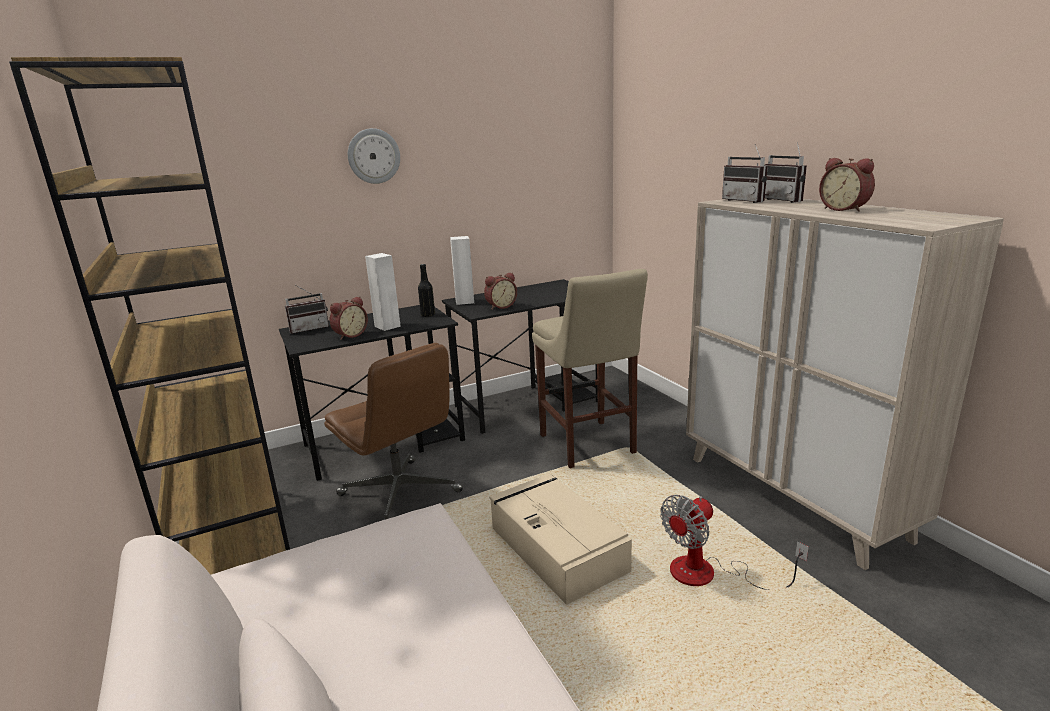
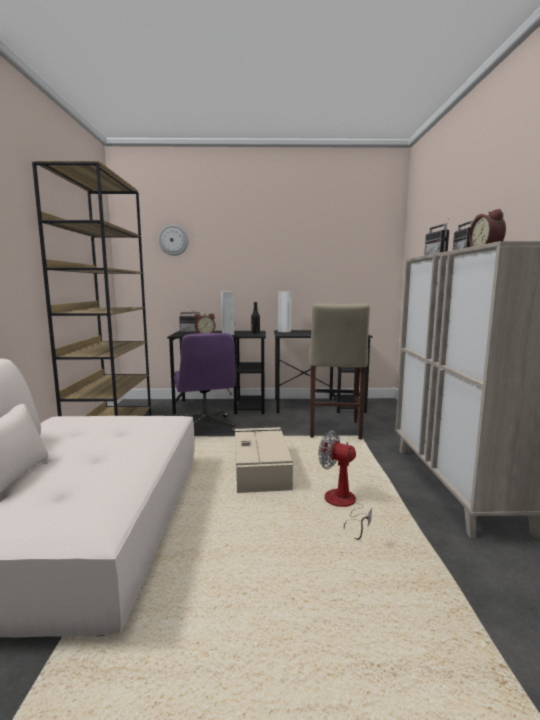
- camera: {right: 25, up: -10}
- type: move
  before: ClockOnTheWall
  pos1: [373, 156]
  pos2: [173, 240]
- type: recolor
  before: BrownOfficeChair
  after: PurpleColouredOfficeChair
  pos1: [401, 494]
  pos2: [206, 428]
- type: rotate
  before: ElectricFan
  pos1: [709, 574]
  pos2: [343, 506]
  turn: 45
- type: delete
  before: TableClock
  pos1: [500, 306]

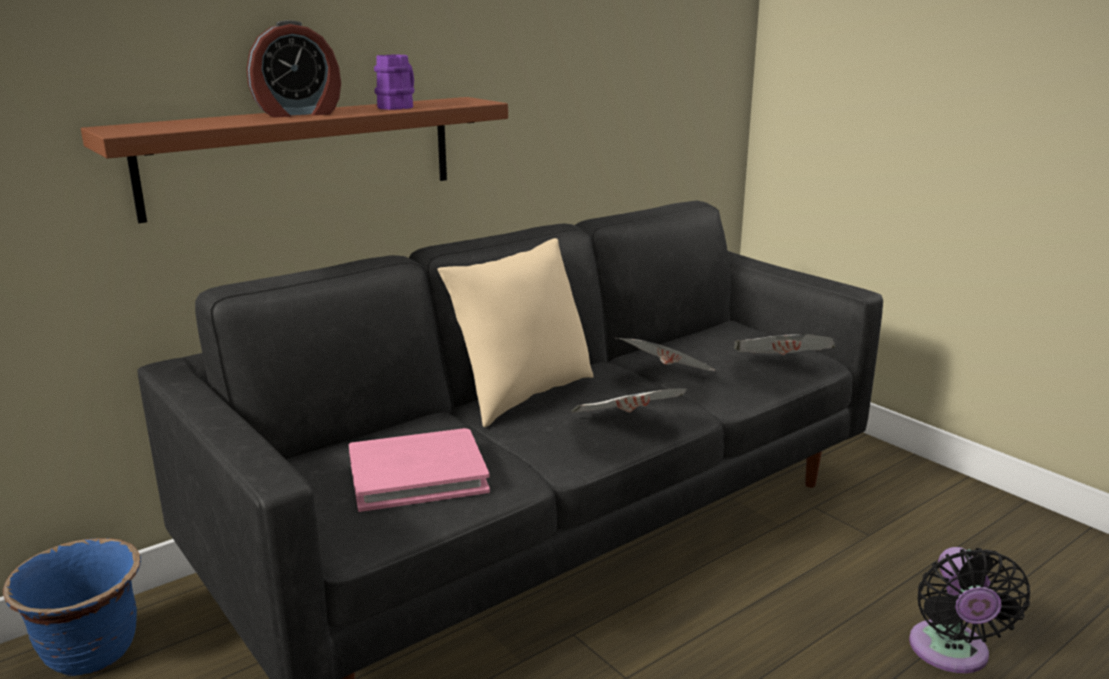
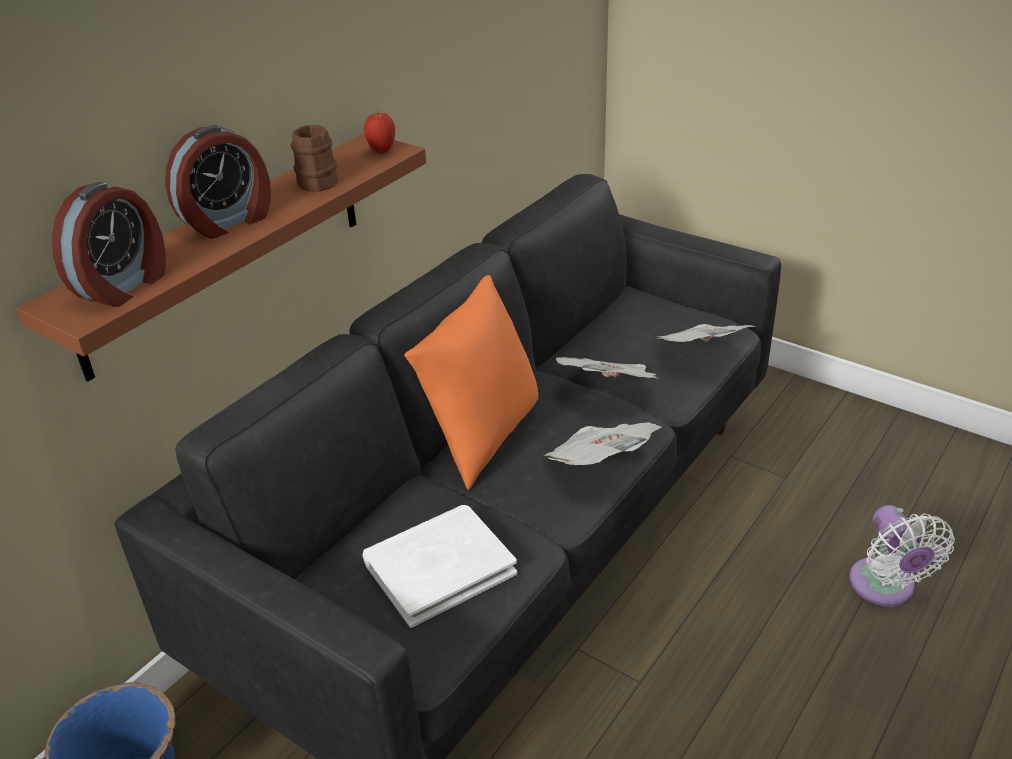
- camera: {right: -15, up: 15}
- type: insert
  after: TableClock
  pos2: [124, 285]
- type: recolor
  before: PurpleColouredCoffeeMug
  after: BrownCoffeeMug
  pos1: [399, 106]
  pos2: [320, 180]
- type: insert
  after: WholeApple
  pos2: [382, 151]
- type: recolor
  before: PinkishBook
  after: WhiteColouredBook
  pos1: [417, 475]
  pos2: [439, 568]
- type: recolor
  before: SandColouredCushion
  after: OrangeColouredCushion
  pos1: [522, 395]
  pos2: [482, 437]
- type: recolor
  before: BlackElectricFan
  after: WhiteColouredElectricFan
  pos1: [950, 653]
  pos2: [885, 588]

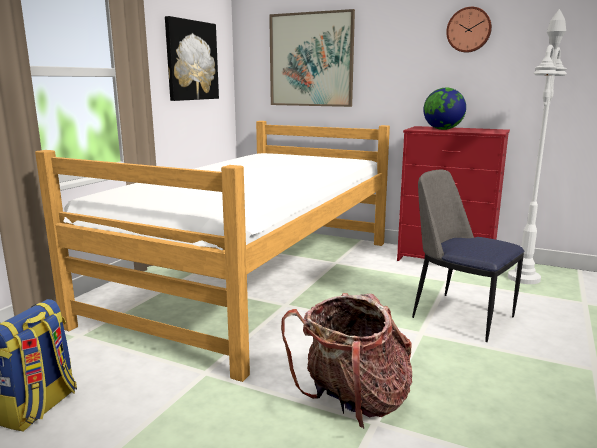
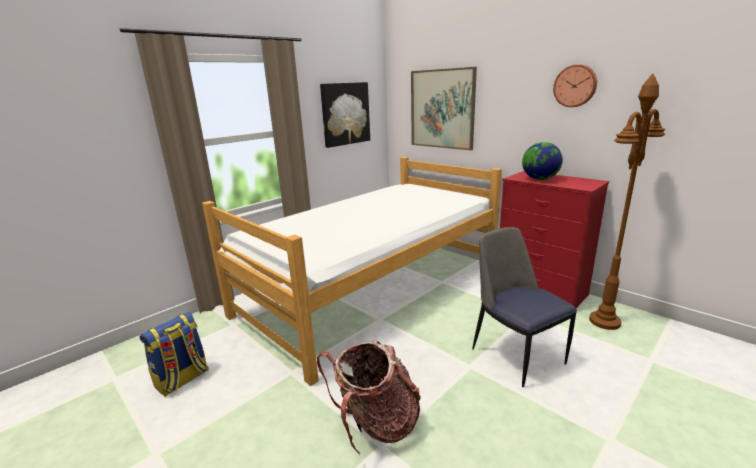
- camera: {right: 20, up: 5}
- type: recolor
  before: WhiteColouredStandardLamp
  after: BrownStandardLamp
  pos1: [524, 278]
  pos2: [604, 322]

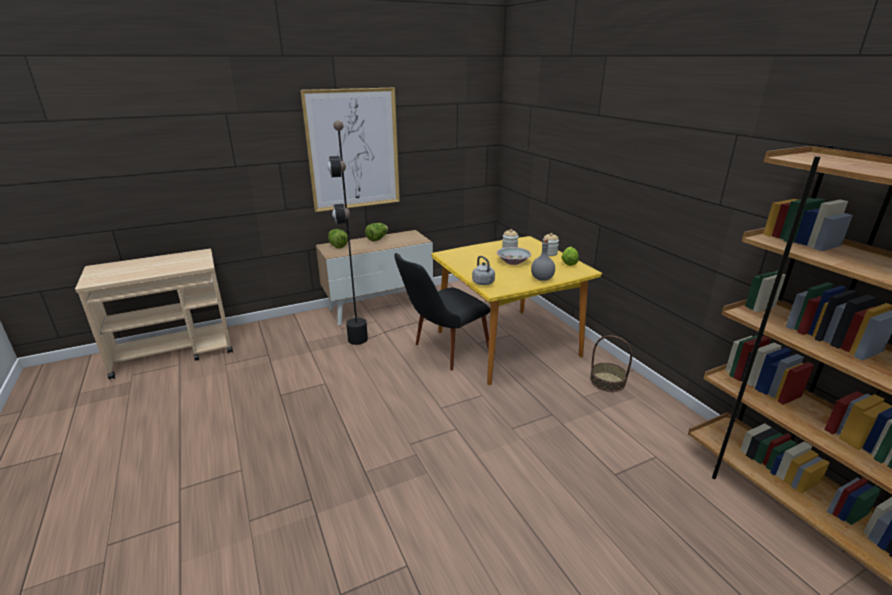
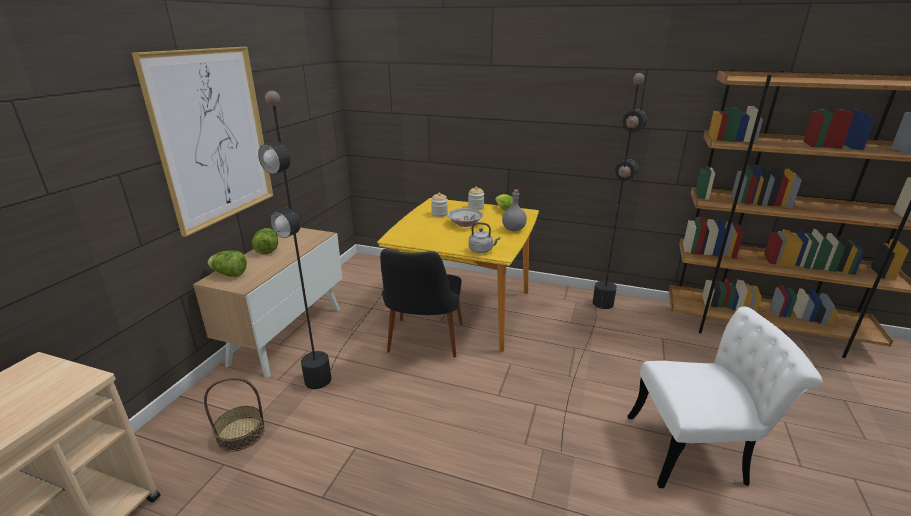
- camera: {right: -45, up: 0}
- type: move
  before: HouseholdBasket
  pos1: [607, 381]
  pos2: [241, 433]
- type: insert
  after: BlackStandardLamp
  pos2: [592, 333]
- type: insert
  after: WhiteColouredUprightChair
  pos2: [697, 450]

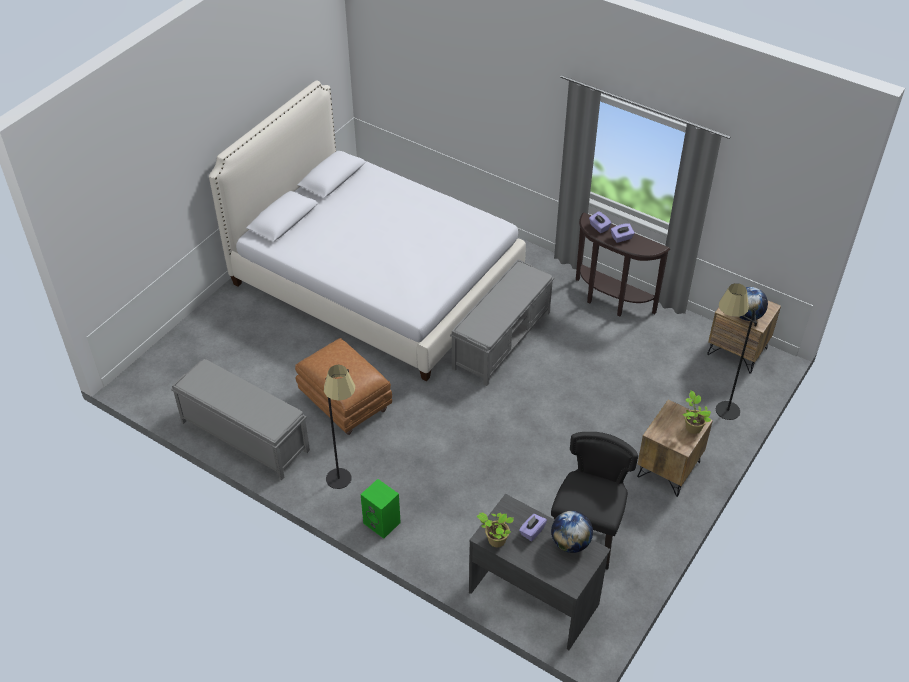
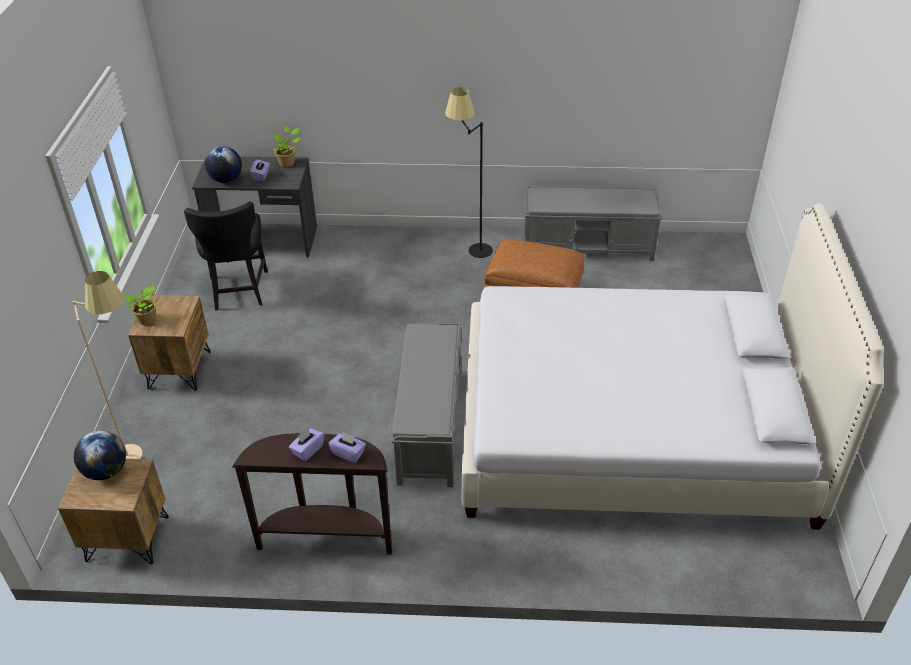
- camera: {right: 150, up: -5}
- type: recolor
  before: BlackStandardLamp
  after: SandColouredStandardLamp
  pos1: [717, 412]
  pos2: [139, 448]
- type: delete
  before: GreenLoudspeaker
  pos1: [383, 523]

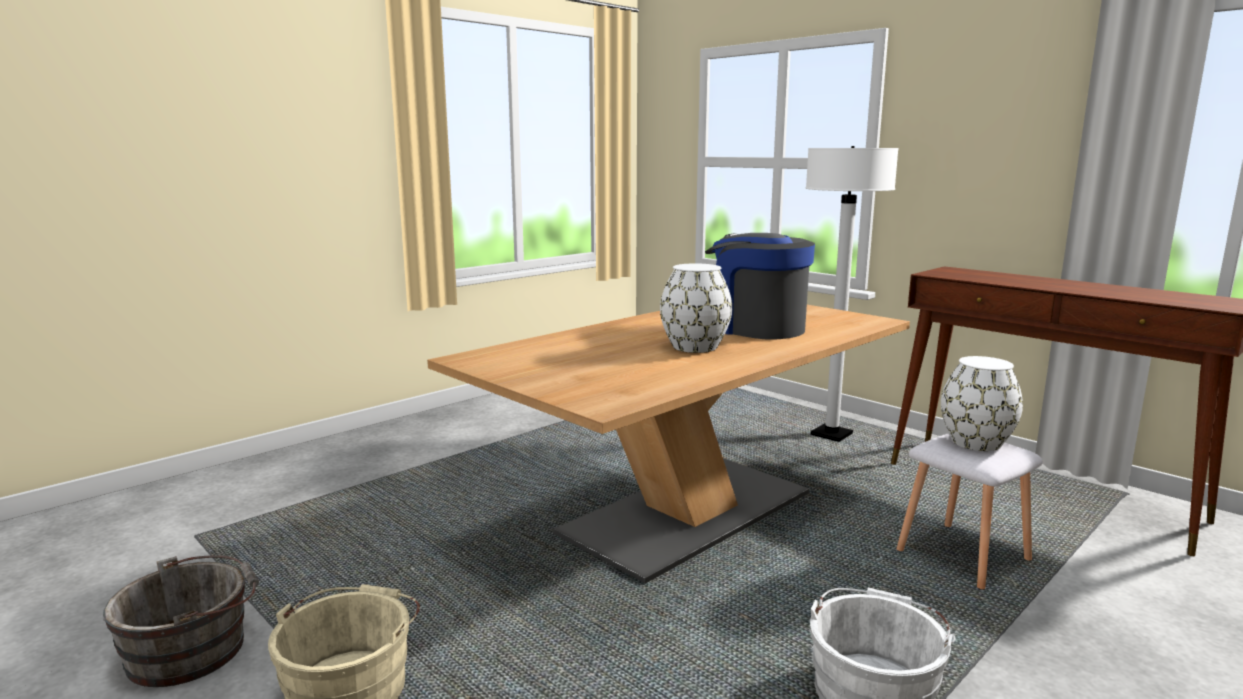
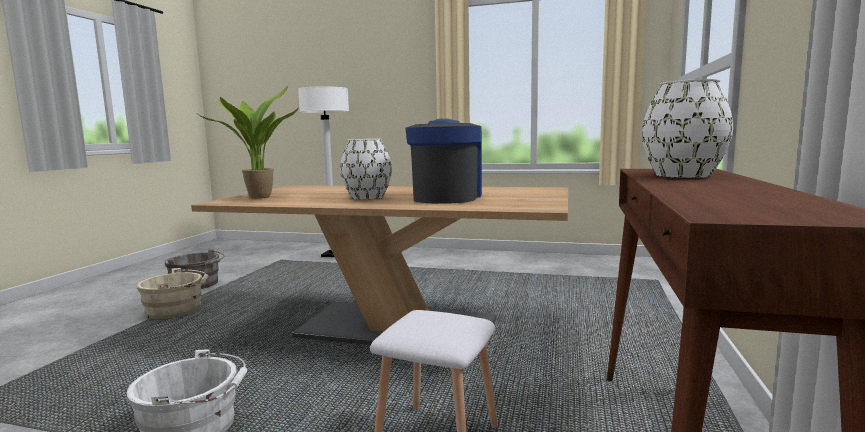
- camera: {right: 60, up: -5}
- type: insert
  after: PottedPlant
  pos2: [259, 197]
- type: move
  before: WhiteColouredStandardLamp
  pos1: [831, 434]
  pos2: [333, 255]
- type: move
  before: WhiteColouredVase
  pos1: [975, 442]
  pos2: [683, 175]

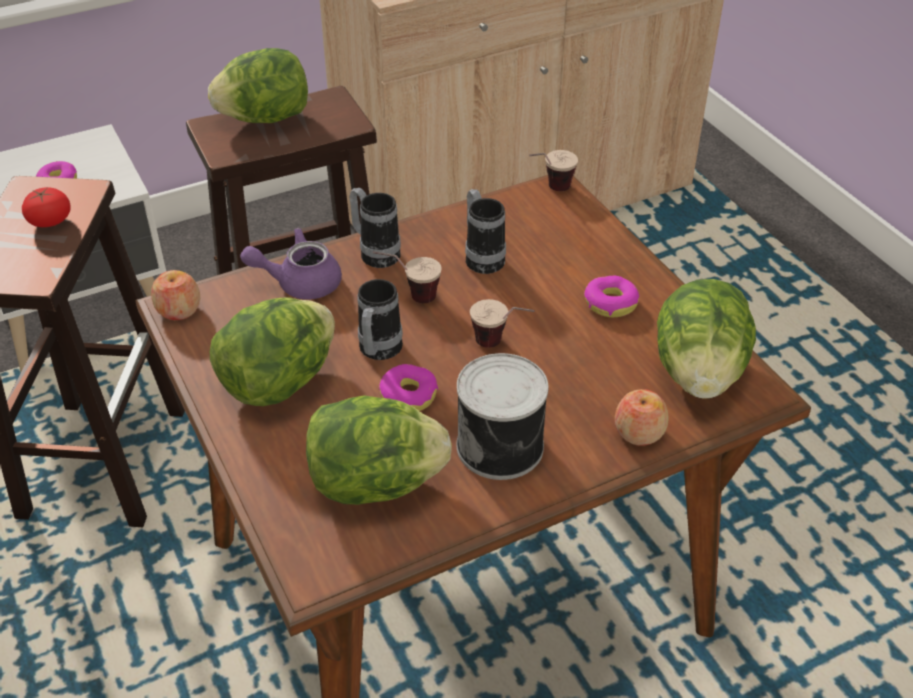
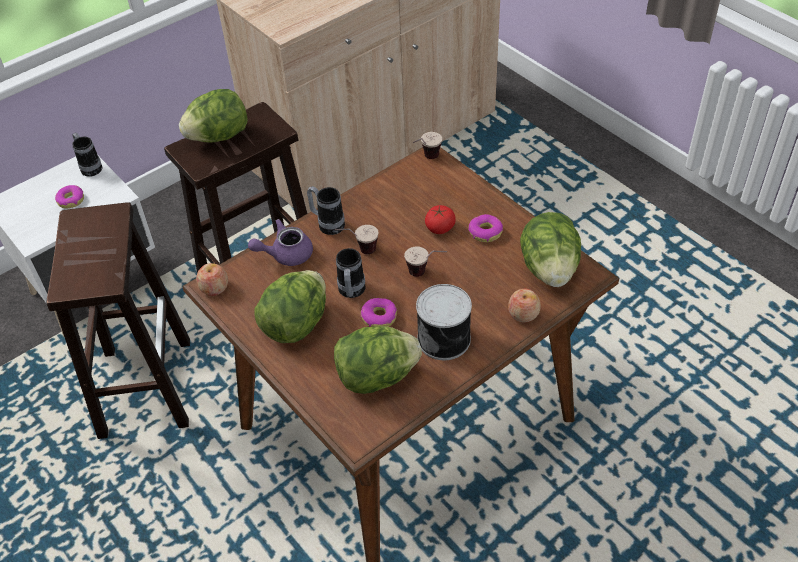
- camera: {right: -10, up: 5}
- type: move
  before: CoffeeMug
  pos1: [482, 257]
  pos2: [90, 167]
- type: move
  before: Tomato
  pos1: [50, 221]
  pos2: [440, 227]

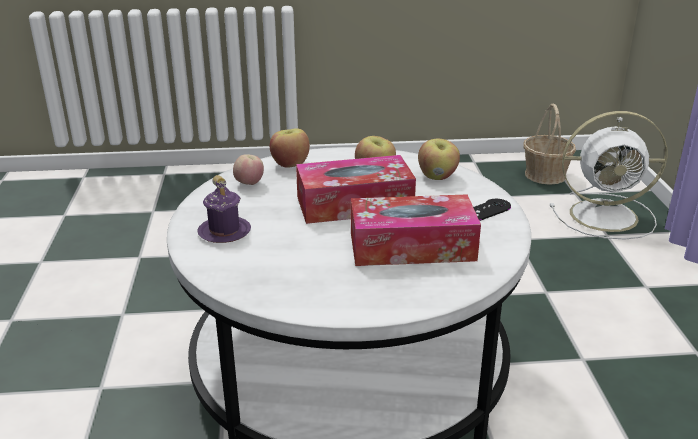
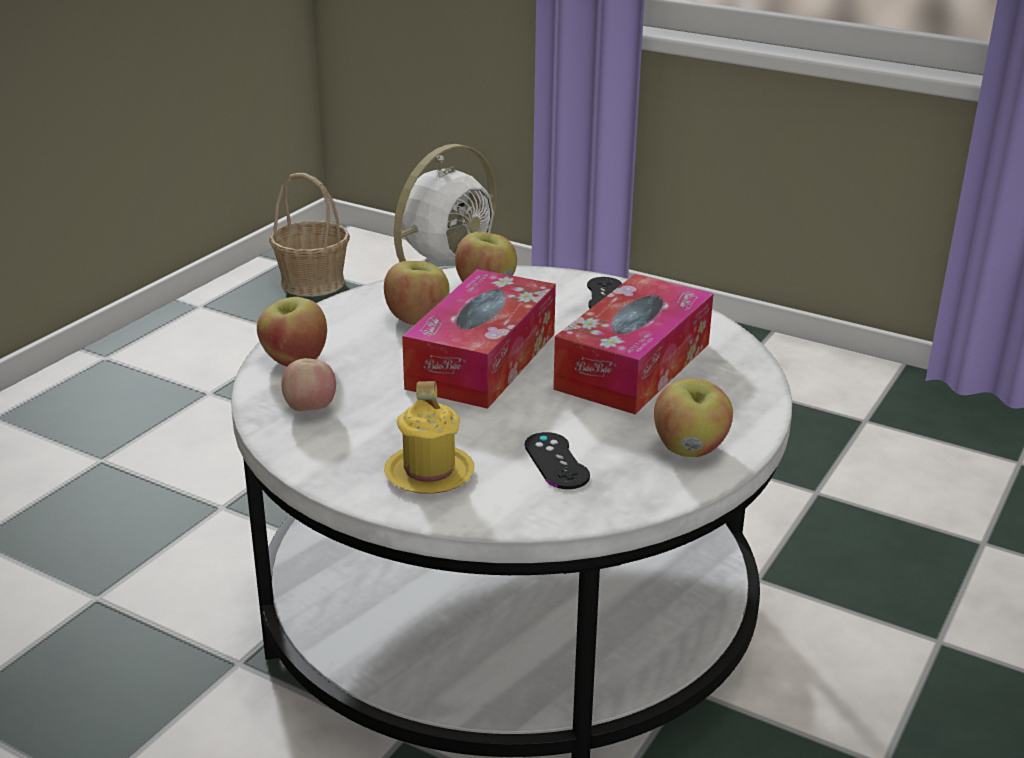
- camera: {right: -55, up: 0}
- type: recolor
  before: PurpleColouredCoffeeMug
  after: YellowishCoffeeMug
  pos1: [224, 232]
  pos2: [429, 473]
- type: insert
  after: BlackGamepad
  pos2: [556, 461]
- type: insert
  after: WholeApple
  pos2: [690, 449]

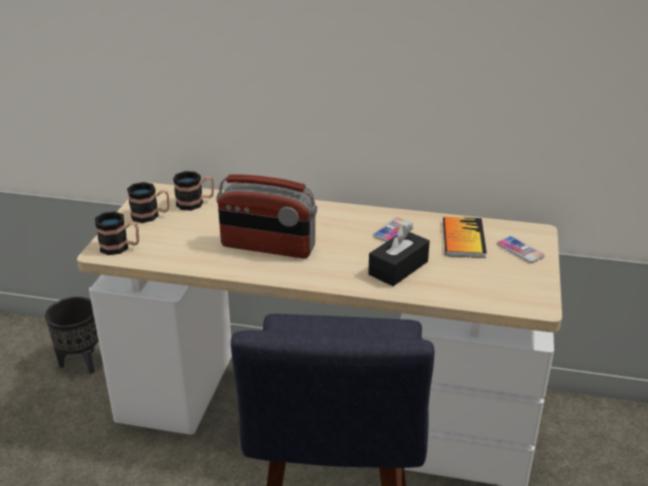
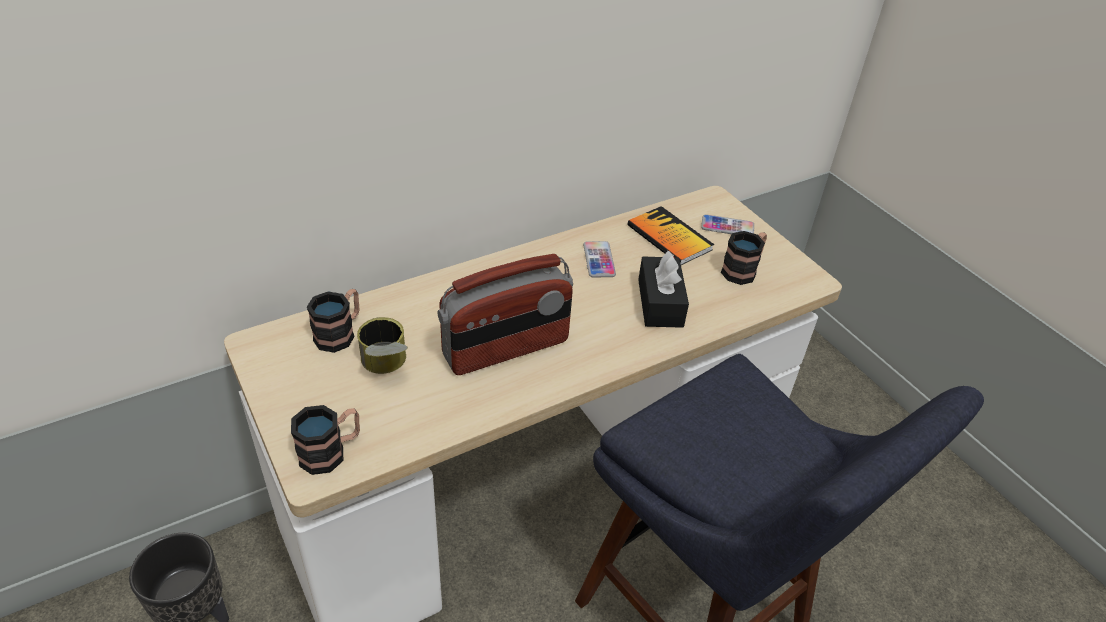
- camera: {right: -45, up: 10}
- type: insert
  after: Can
  pos2: [385, 367]
- type: move
  before: CoffeeMug
  pos1: [151, 215]
  pos2: [743, 270]

